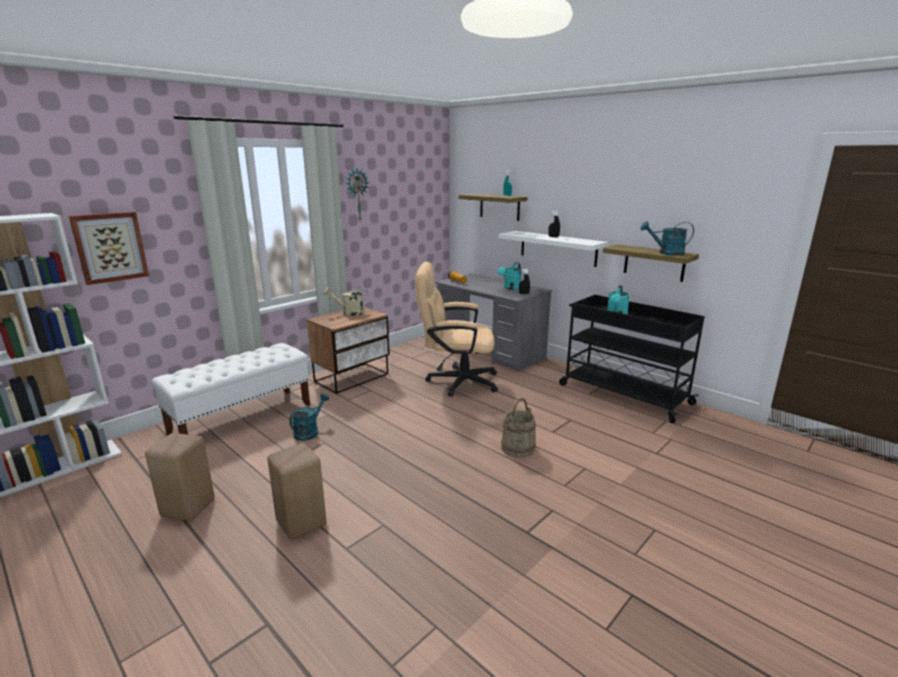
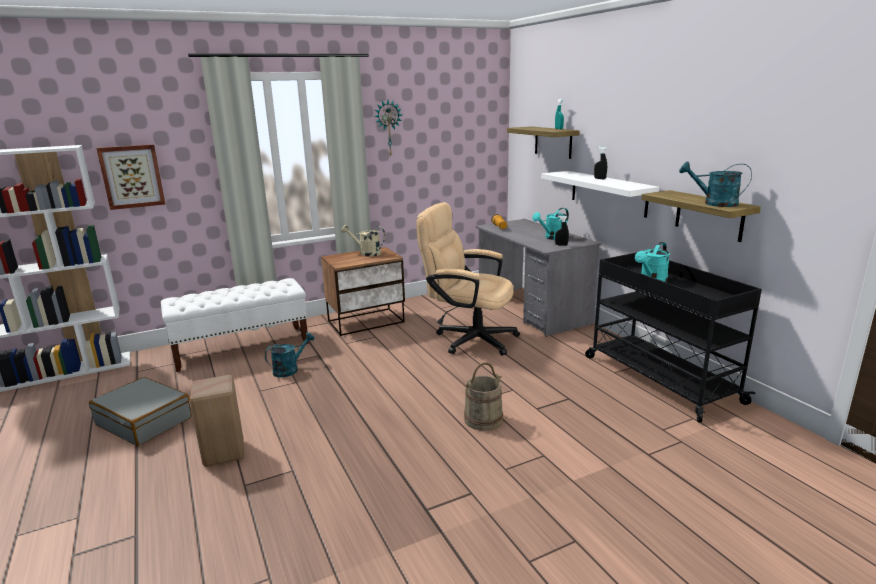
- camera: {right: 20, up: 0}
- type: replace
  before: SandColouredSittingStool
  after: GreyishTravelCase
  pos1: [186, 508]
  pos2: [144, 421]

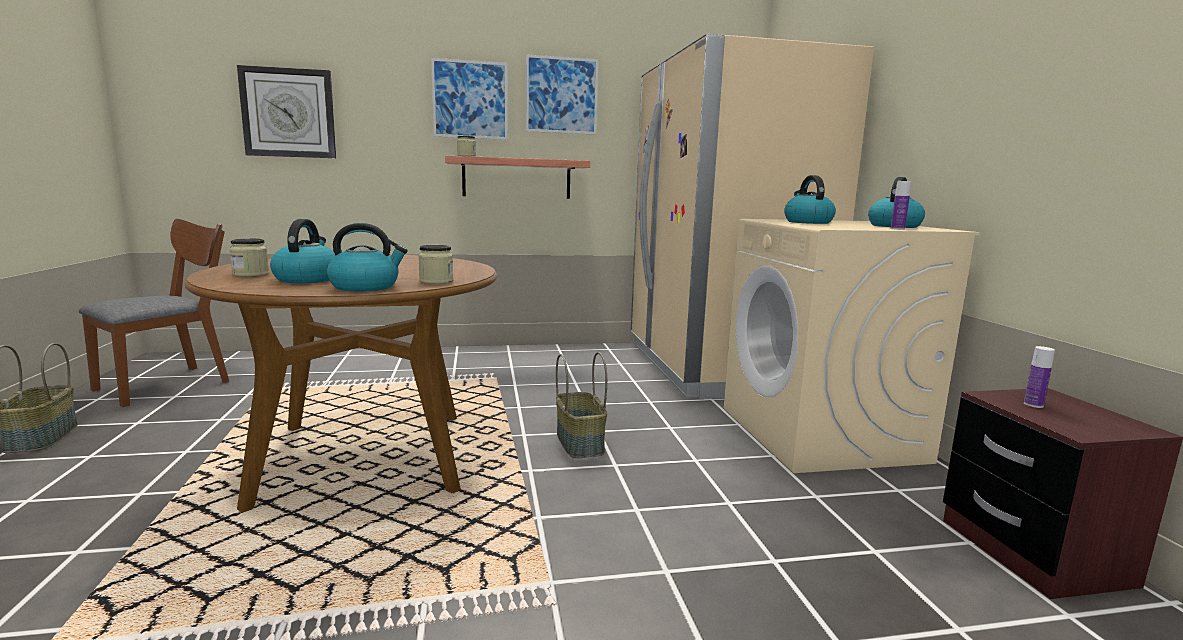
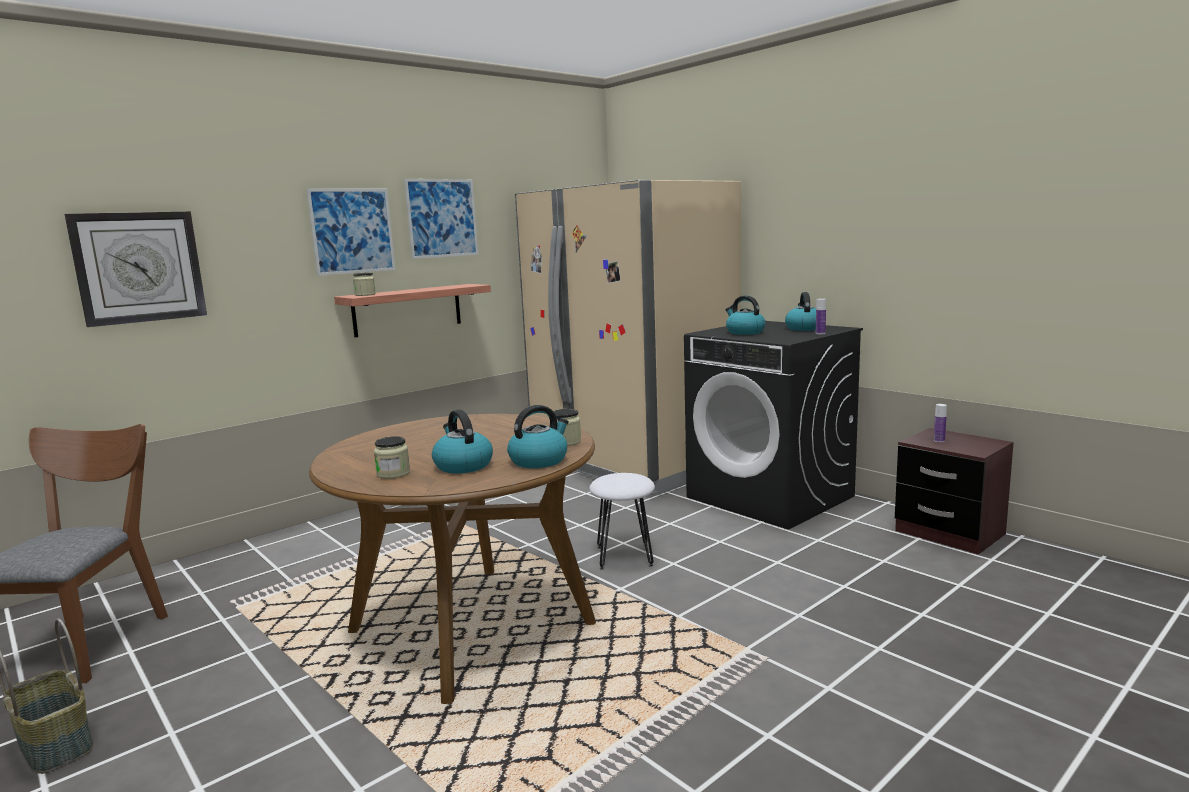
- camera: {right: -30, up: 0}
- type: replace
  before: HouseholdBasket
  after: WhiteColouredSittingStool
  pos1: [581, 443]
  pos2: [625, 556]
- type: recolor
  before: SandColouredLaundryAppliance
  after: BlackLaundryAppliance
  pos1: [821, 434]
  pos2: [771, 497]

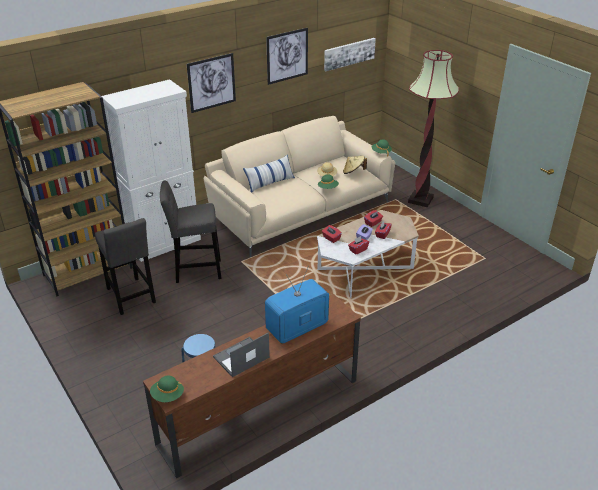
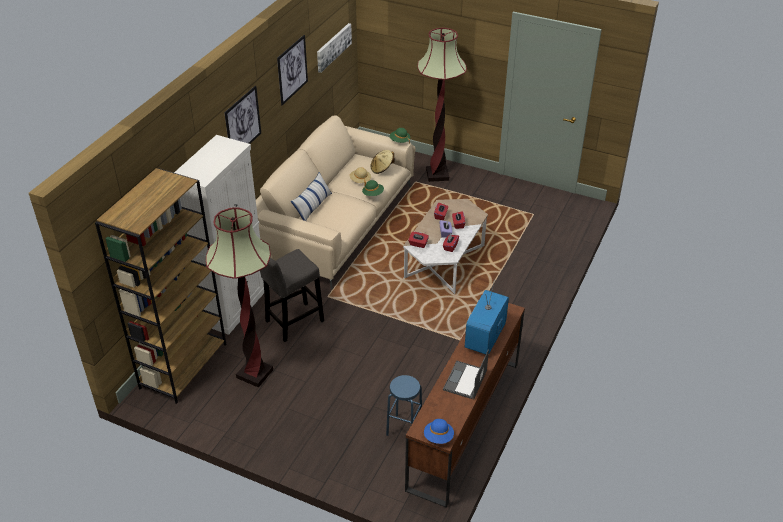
- camera: {right: -30, up: 5}
- type: replace
  before: GreyishSittingStool
  after: StandardLamp
  pos1: [131, 297]
  pos2: [254, 374]
- type: recolor
  before: GreenWearableHat
  after: BlueWearableHat
  pos1: [167, 396]
  pos2: [438, 437]

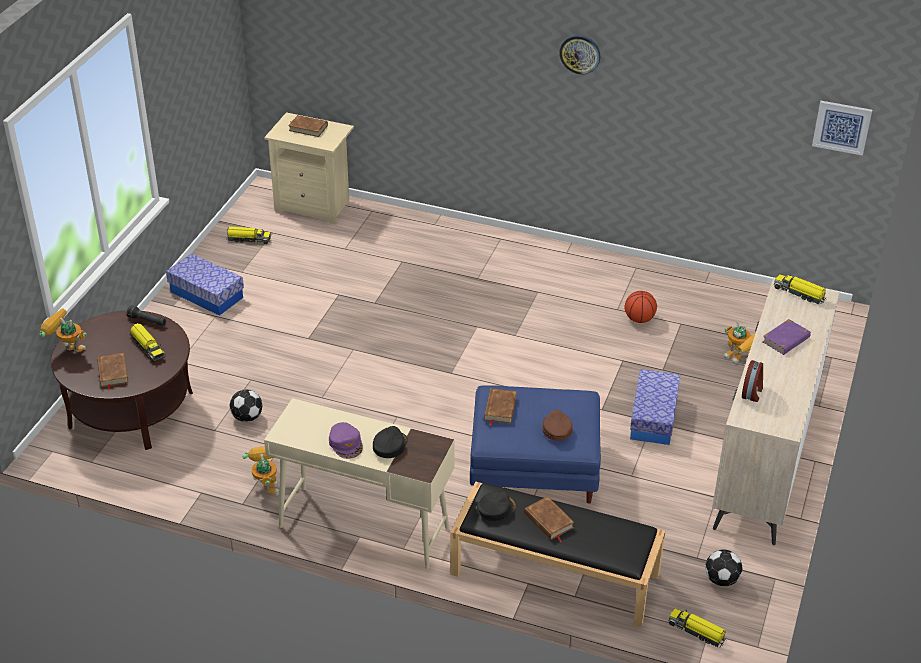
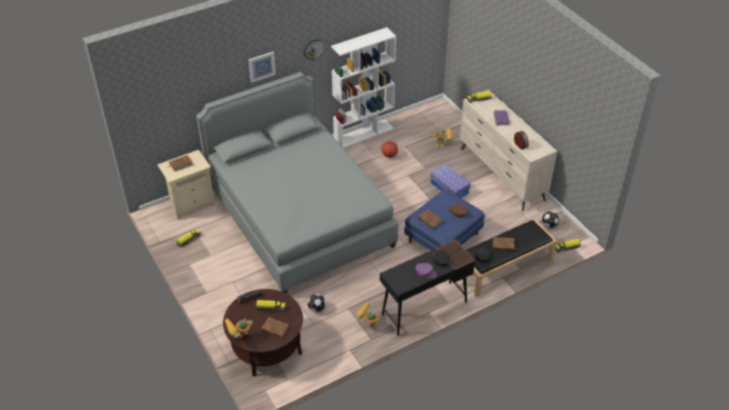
- camera: {right: -50, up: 5}
- type: insert
  after: GreyishBed
  pos2: [299, 216]
- type: move
  before: WallPicture
  pos1: [842, 127]
  pos2: [261, 66]
- type: insert
  after: WhiteColouredBookshelf
  pos2: [364, 133]
- type: recolor
  before: SandColouredDesk
  after: BlackDesk
  pos1: [363, 526]
  pos2: [424, 308]
- type: delete
  before: StorageBin
  pos1: [207, 294]

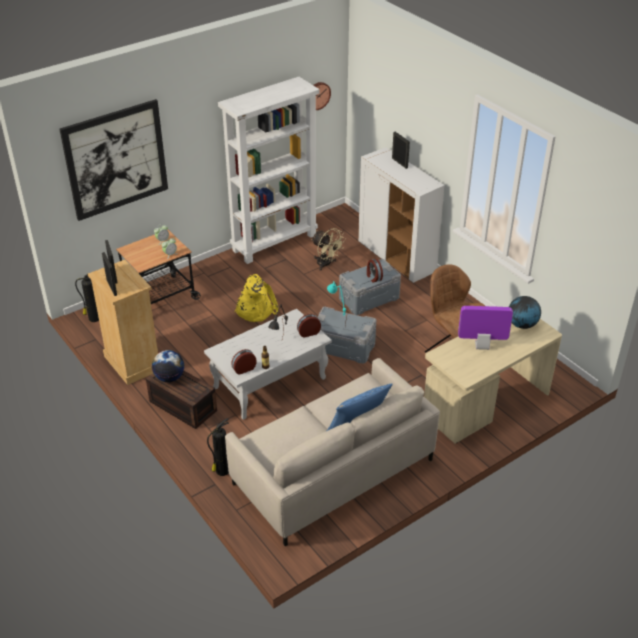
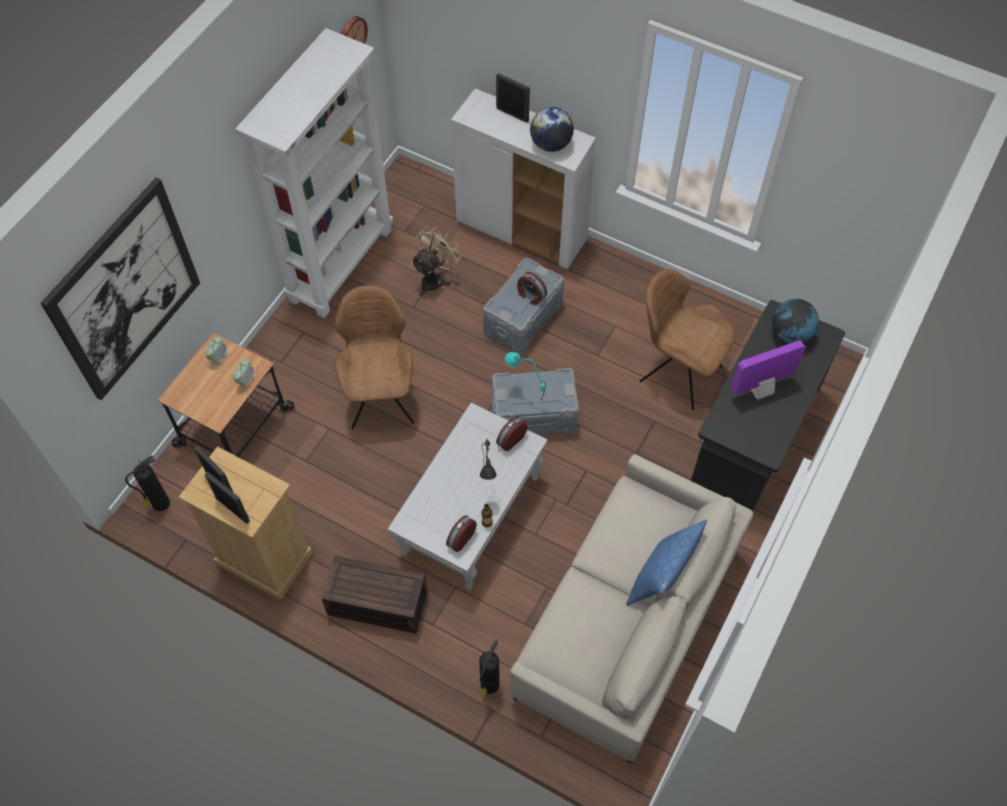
- camera: {right: -25, up: 20}
- type: replace
  before: YellowishKnapsack
  after: BrownUprightChair
  pos1: [255, 309]
  pos2: [381, 396]
- type: rotate
  before: SandColouredElectricFan
  pos1: [326, 264]
  pos2: [435, 278]
  turn: -75
- type: move
  before: DeskGlobe
  pos1: [169, 377]
  pos2: [551, 144]
- type: recolor
  before: SandColouredDesk
  after: BlackDesk
  pos1: [485, 404]
  pos2: [753, 436]

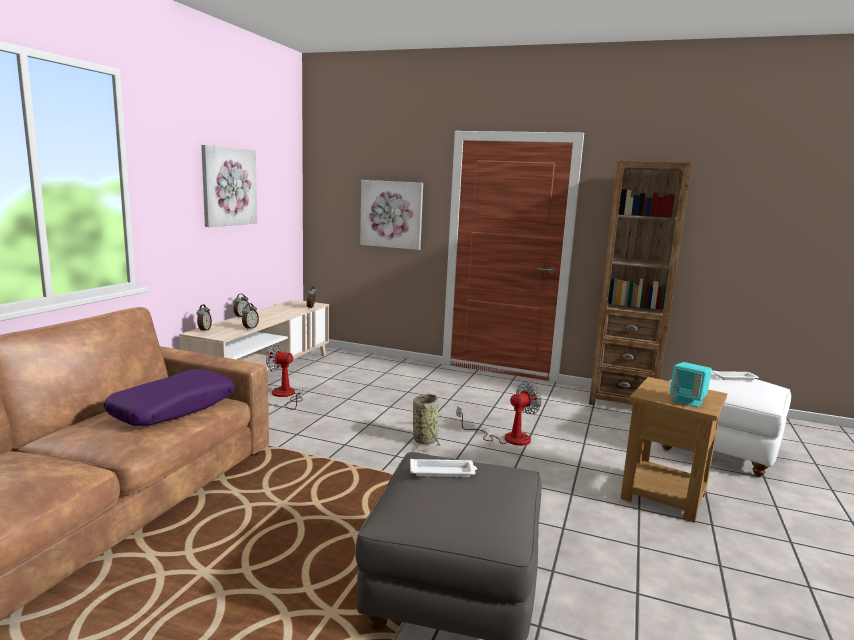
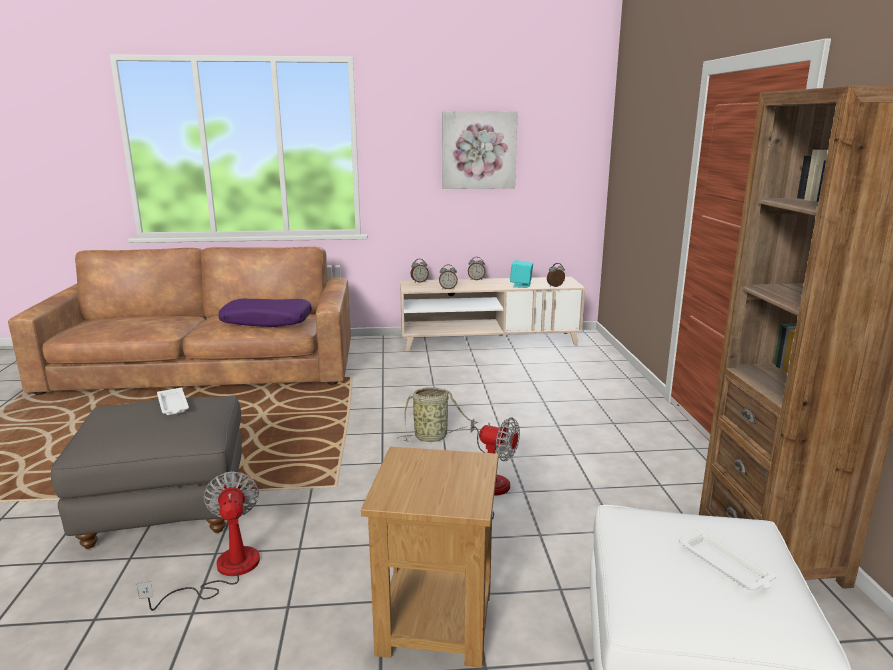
- camera: {right: 65, up: 5}
- type: move
  before: ElectricFan
  pos1: [285, 396]
  pos2: [224, 571]
- type: move
  before: BlueGreenLoudspeaker
  pos1: [688, 401]
  pos2: [521, 285]
- type: delete
  before: WallPicture
  pos1: [391, 214]

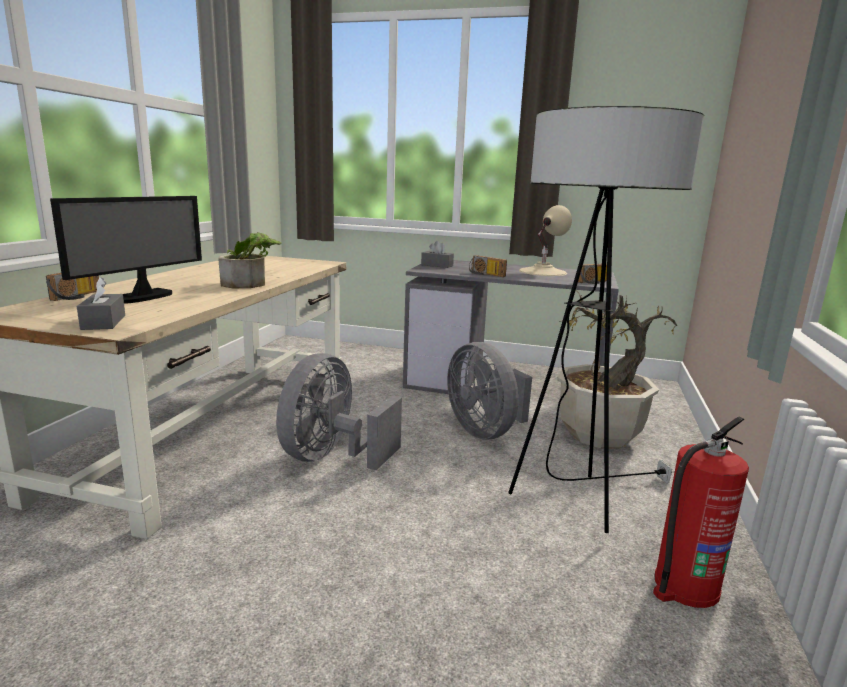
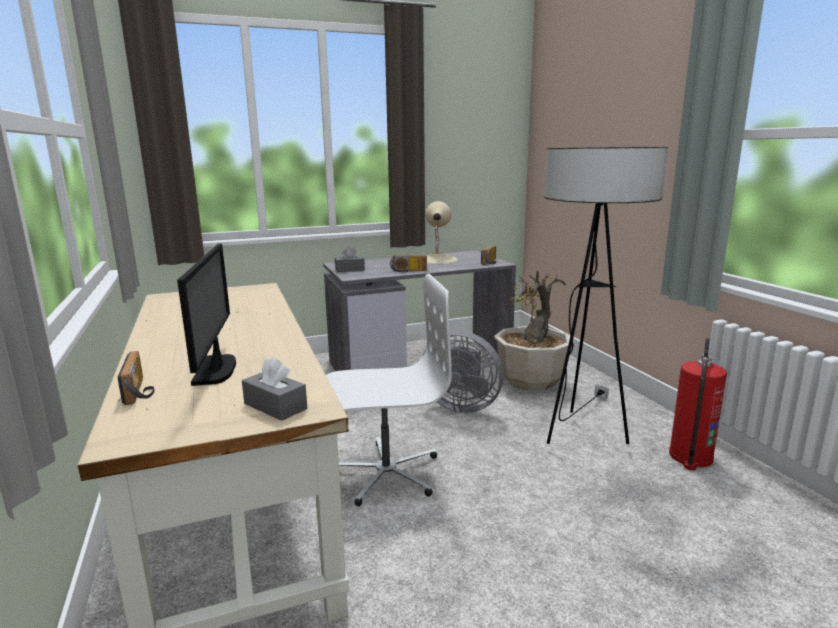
- camera: {right: -35, up: 0}
- type: replace
  before: GreyishElectricFan
  after: WhiteColouredOfficeChair
  pos1: [332, 457]
  pos2: [385, 473]
- type: delete
  before: PottedPlant
  pos1: [250, 284]

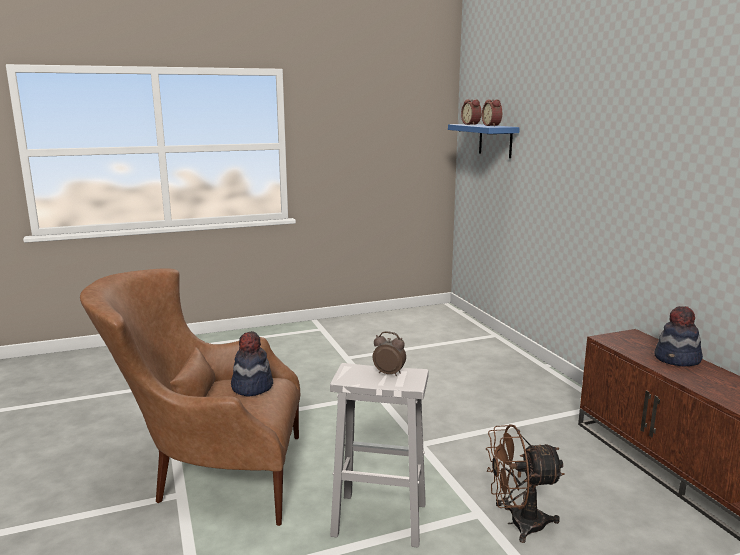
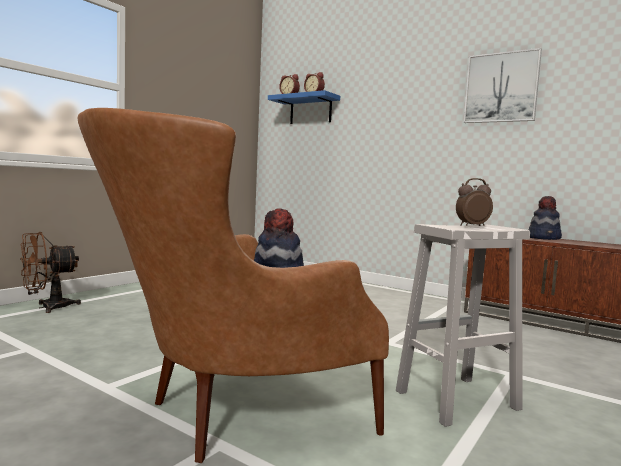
- camera: {right: -35, up: -10}
- type: move
  before: BrownElectricFan
  pos1: [518, 523]
  pos2: [47, 307]
- type: insert
  after: WallPicture
  pos2: [501, 87]

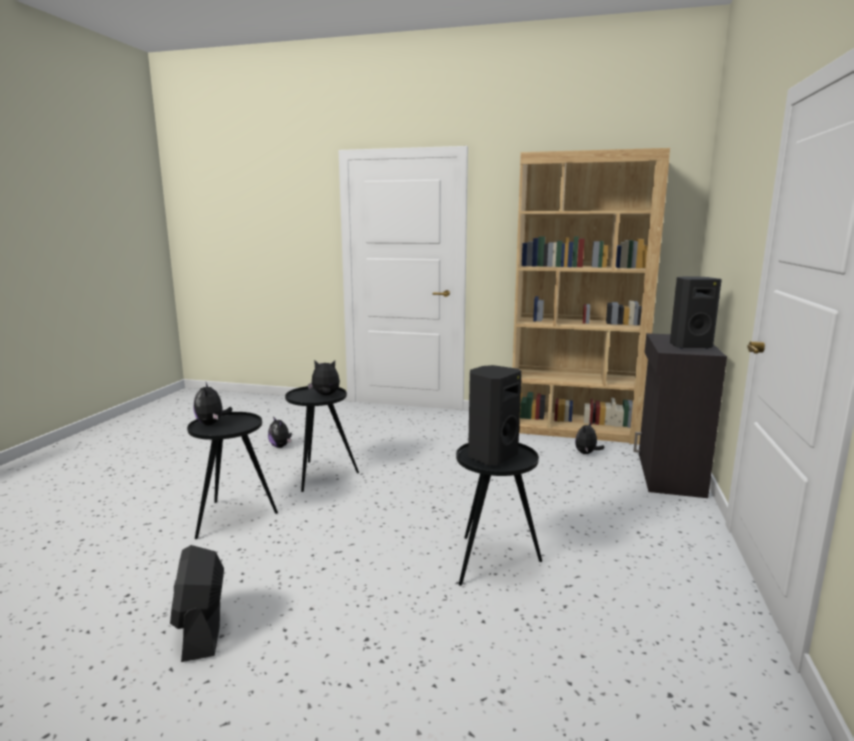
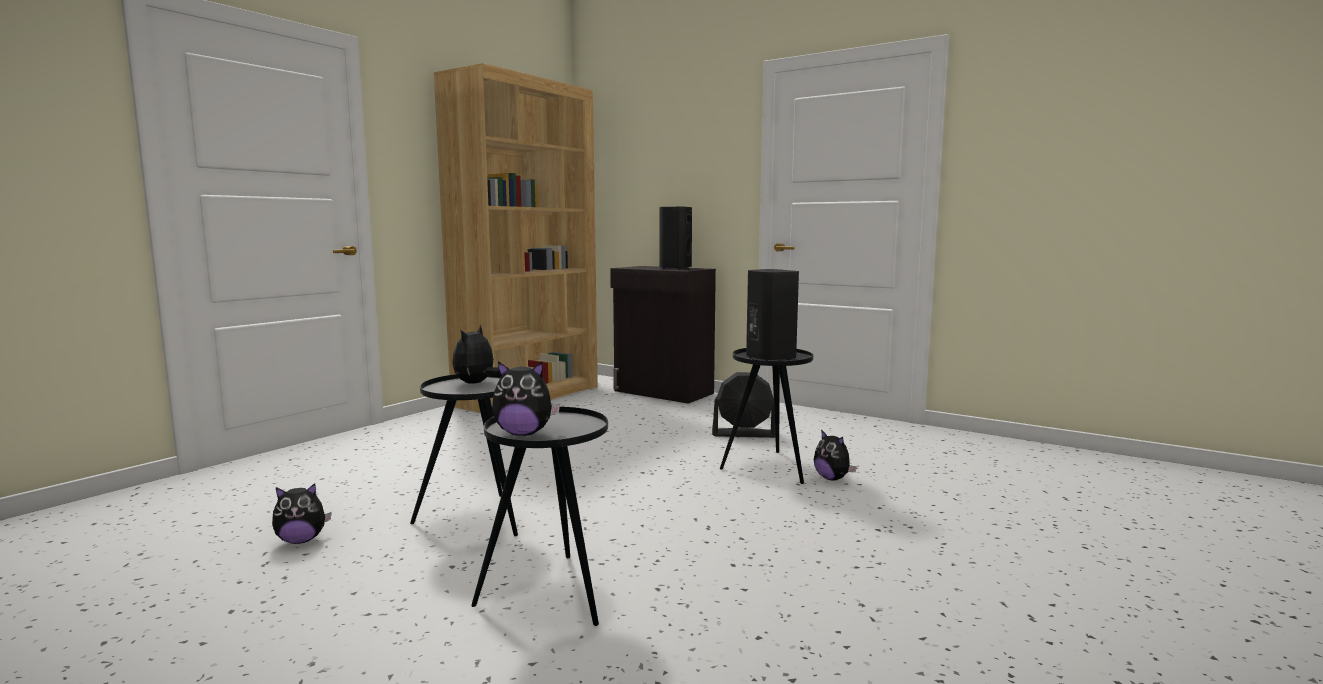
- camera: {right: -70, up: -5}
- type: move
  before: BlackElectricFan
  pos1: [201, 630]
  pos2: [744, 434]
- type: move
  before: PlushToy
  pos1: [586, 453]
  pos2: [832, 478]

